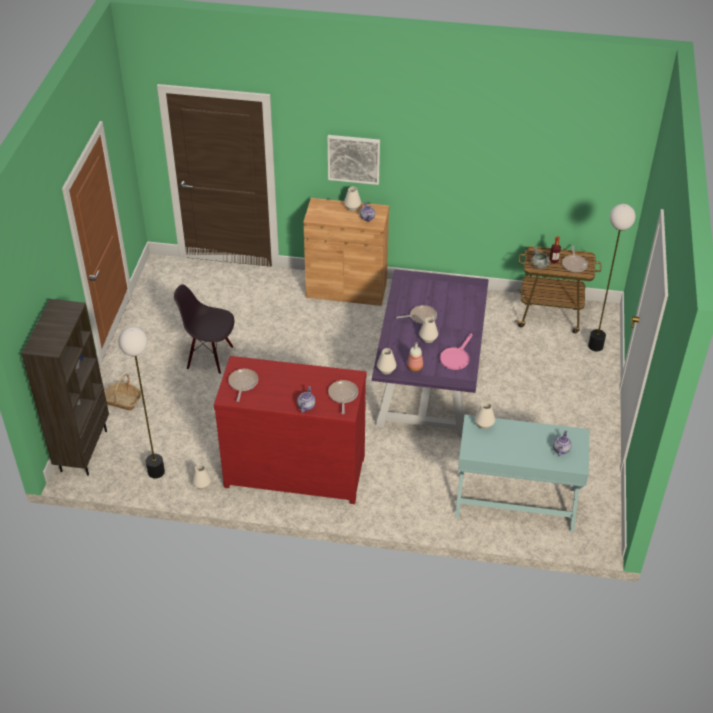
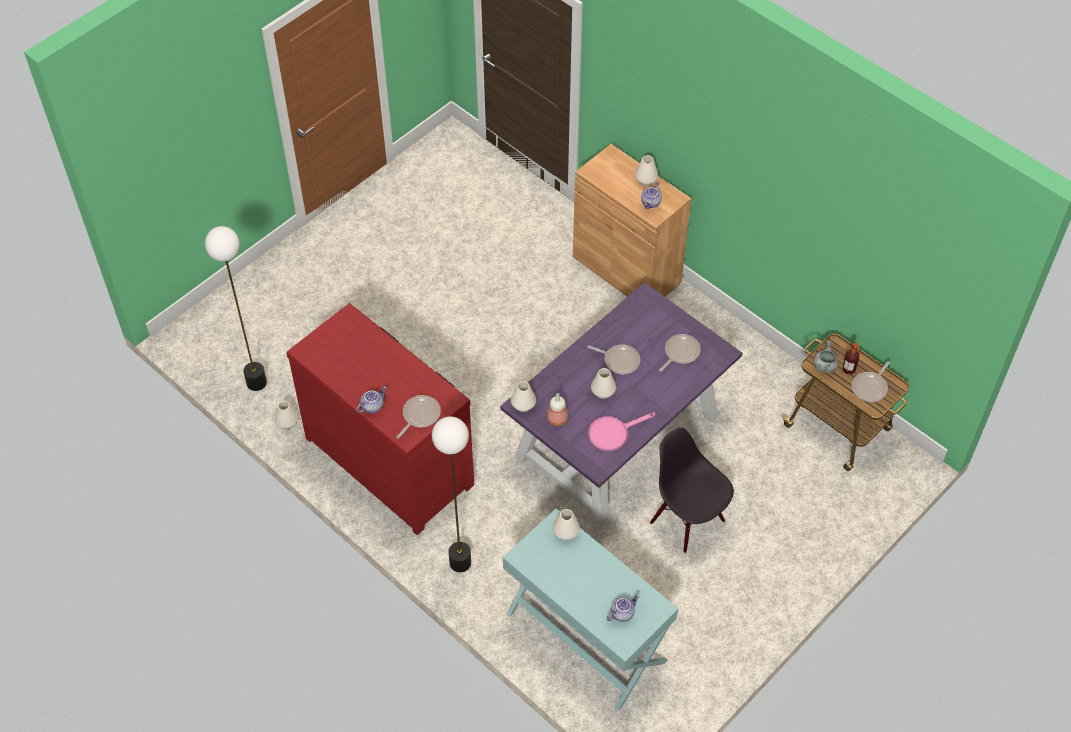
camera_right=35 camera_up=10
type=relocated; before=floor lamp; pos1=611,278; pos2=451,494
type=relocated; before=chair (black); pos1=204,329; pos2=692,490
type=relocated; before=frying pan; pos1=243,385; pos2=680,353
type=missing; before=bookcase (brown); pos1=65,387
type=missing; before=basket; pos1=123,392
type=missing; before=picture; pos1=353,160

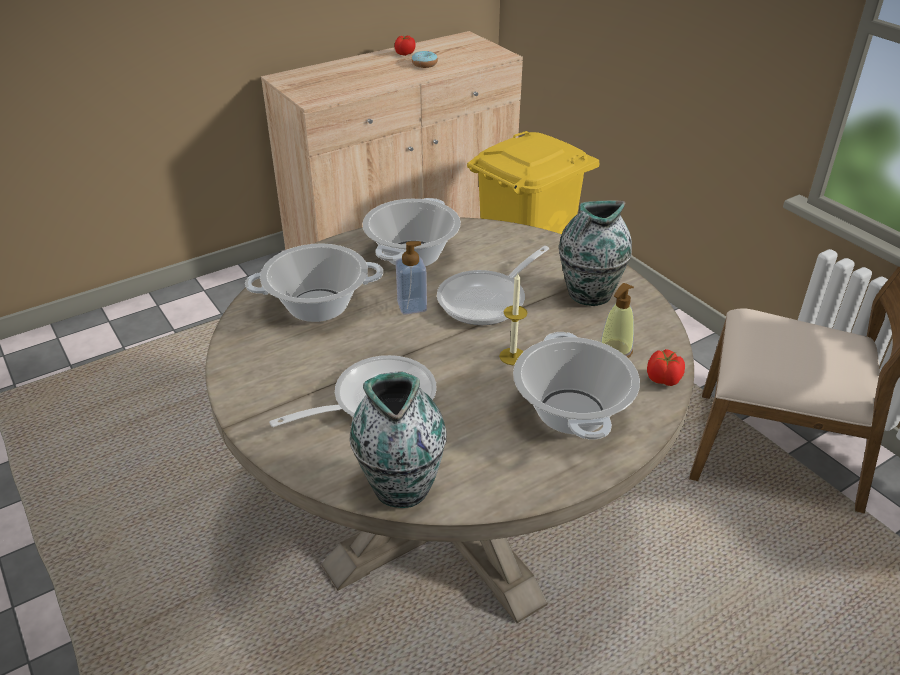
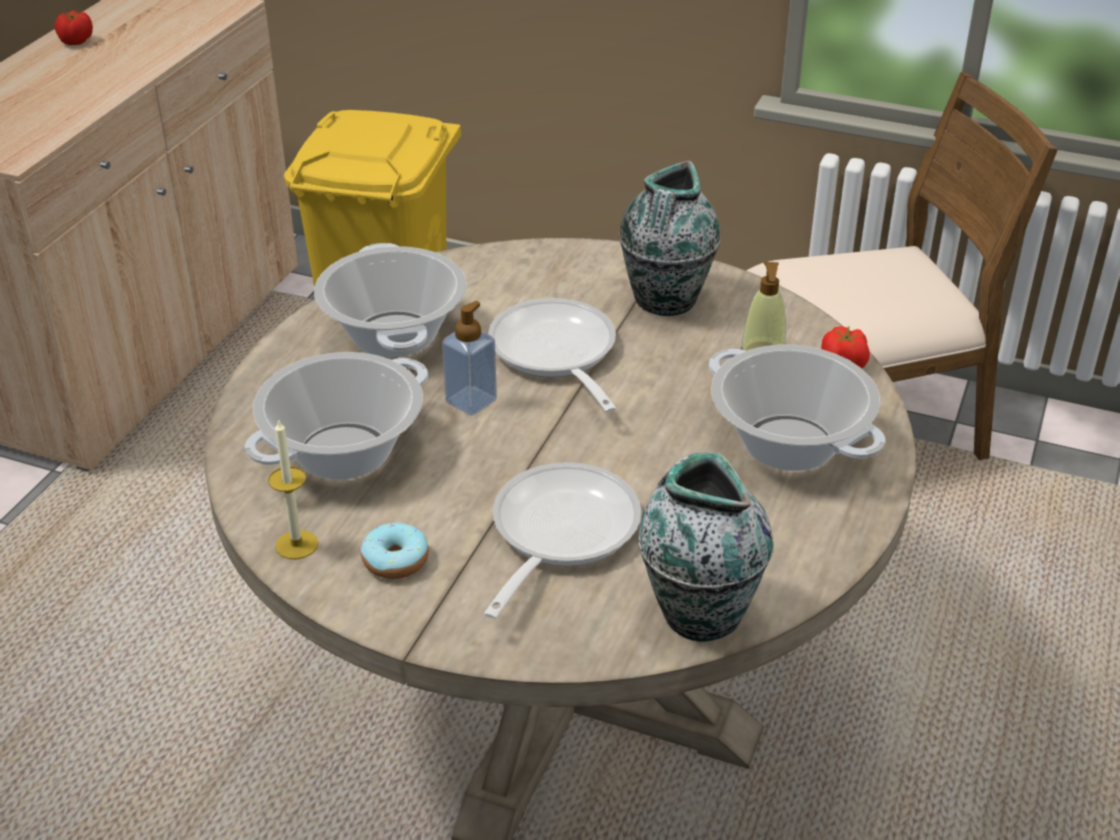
camera_right=-35 camera_up=0
type=relocated; before=candle; pos1=513,319; pos2=293,489
type=relocated; before=donut; pos1=425,59; pos2=395,551
type=spun; before=frying pan; pos1=493,285; pos2=552,355; turn=150

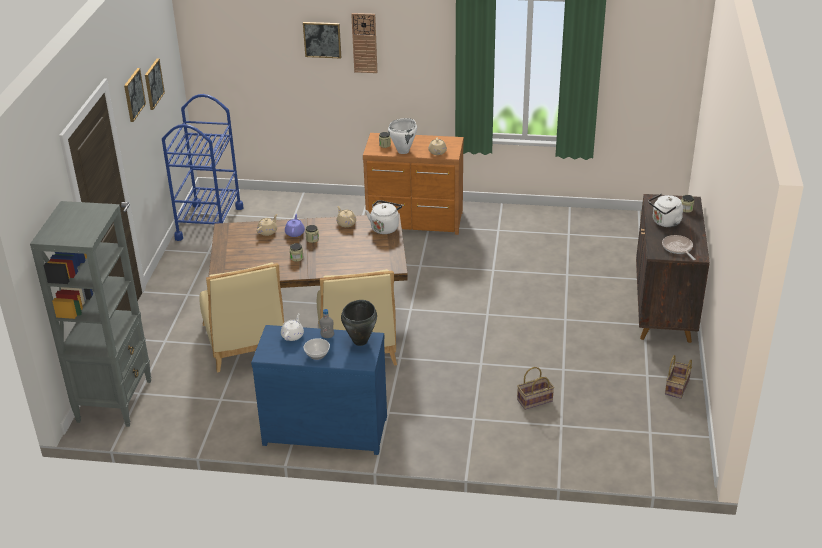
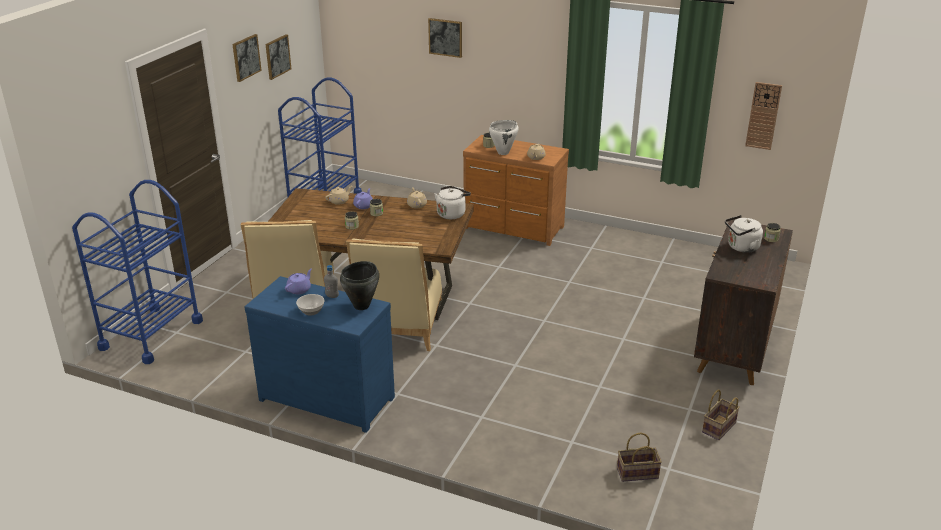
camera_right=15 camera_up=-5
type=exchanged; before=bookcase (grey); after=cart (blue); pos1=91,314; pos2=137,272
type=colour; before=teapot (white); after=teapot (purple); pos1=292,327; pos2=298,281
type=relocated; before=basket; pos1=535,388; pos2=639,457
type=relocated; before=wall clock; pos1=364,43; pos2=763,116
type=missing; before=frying pan; pos1=679,247

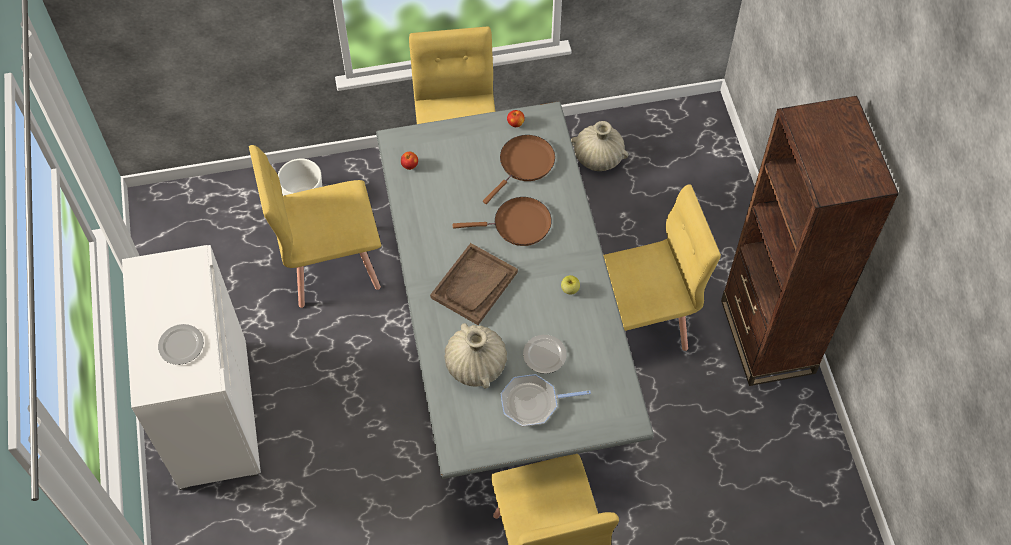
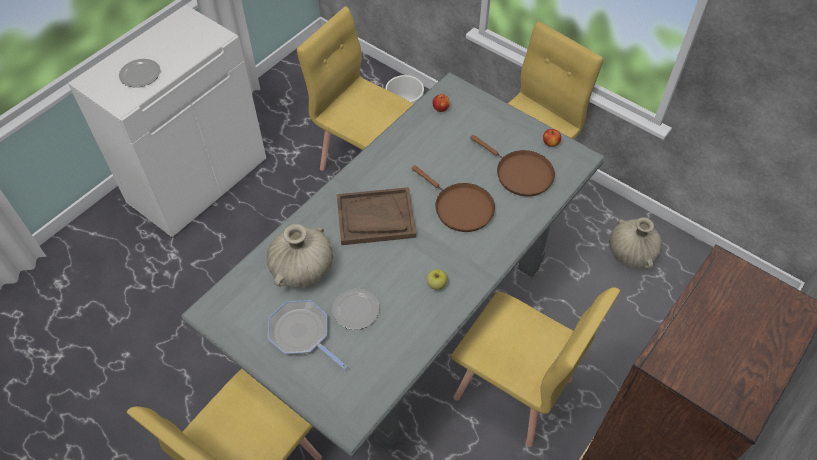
camera_right=50 camera_up=-5
type=spun; before=frying pan (brown); pos1=519,169; pos2=512,165; turn=45

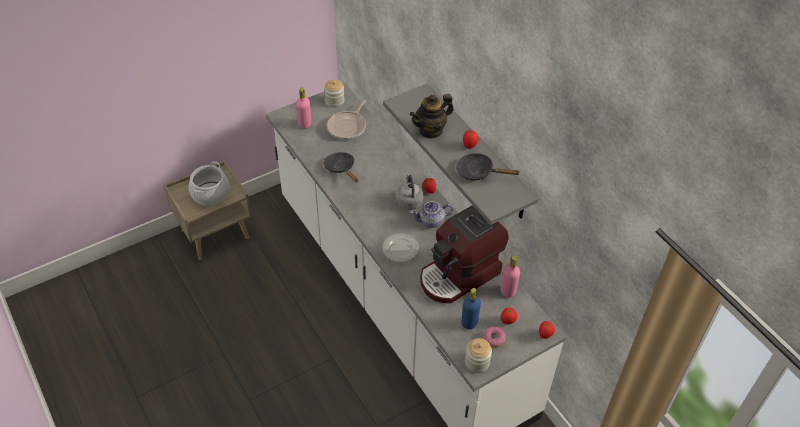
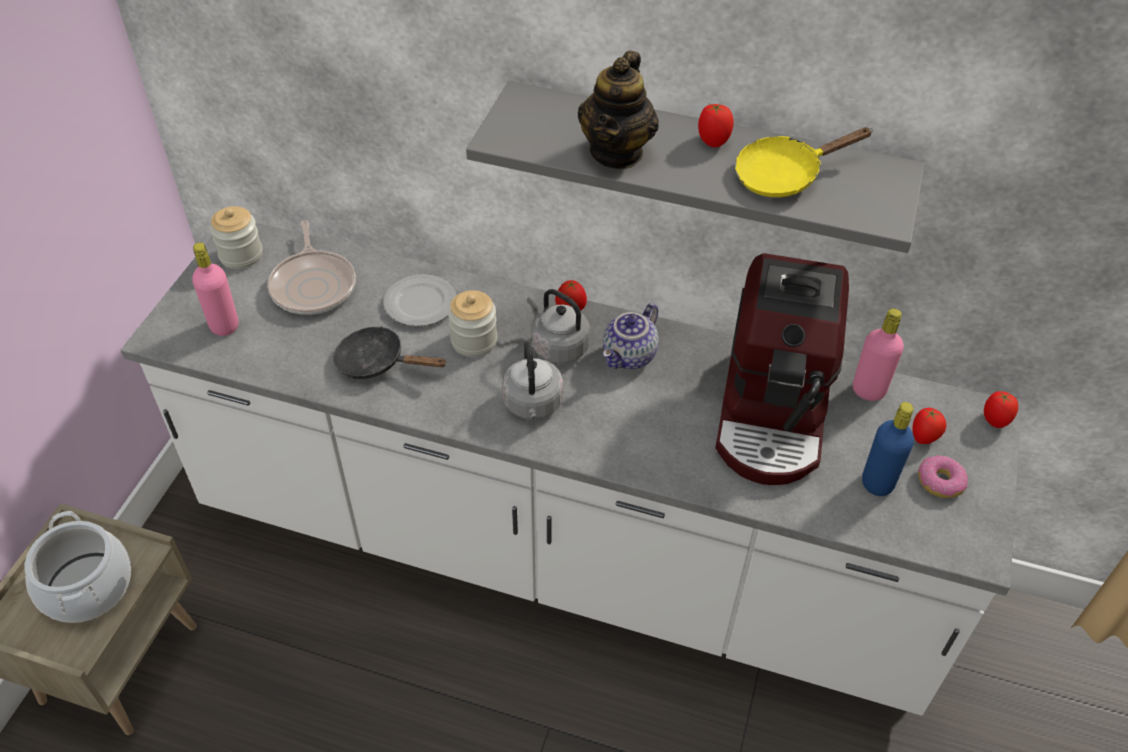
camera_right=-40 camera_up=0
type=relocated; before=plate; pos1=400,247; pos2=420,300
type=relocated; before=jar; pos1=478,355; pos2=472,323
type=appeared; after=kettle (grey); pos2=532,380
type=colour; before=frying pan (black); after=frying pan (yellow); pos1=487,166; pos2=804,162

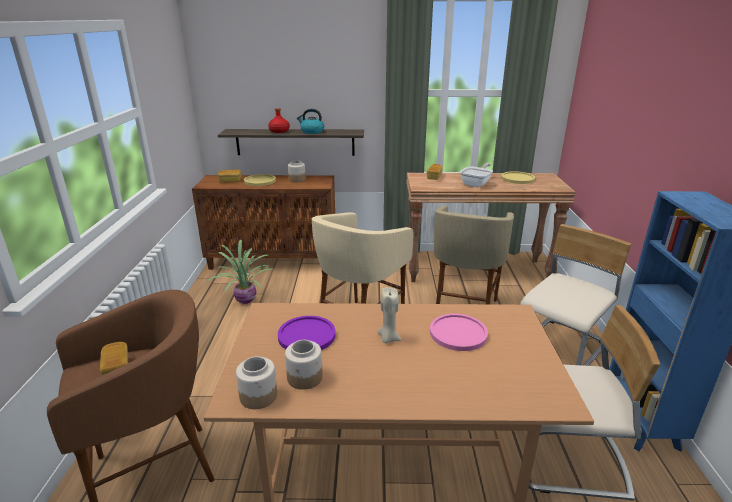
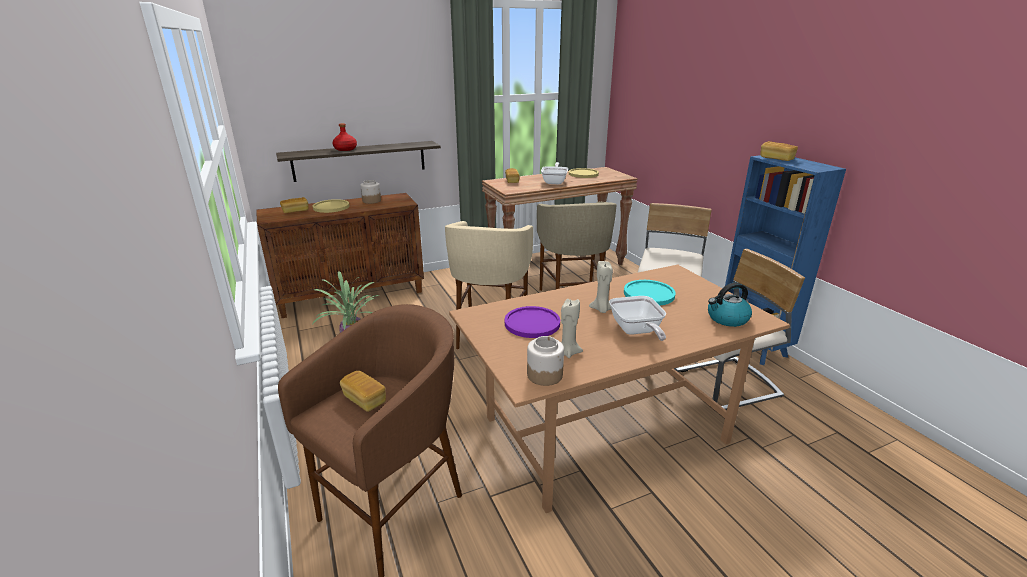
camera_right=-25 camera_up=0
type=exchanged; before=jar; after=candle (beige); pos1=304,365; pos2=572,328
type=appeared; after=frying pan; pos2=637,318
type=colour; before=plate (pink); after=plate (turquoise); pos1=459,332; pos2=650,293
type=relocated; before=kettle; pos1=310,121; pos2=730,305
type=appeared; after=bread; pos2=779,151

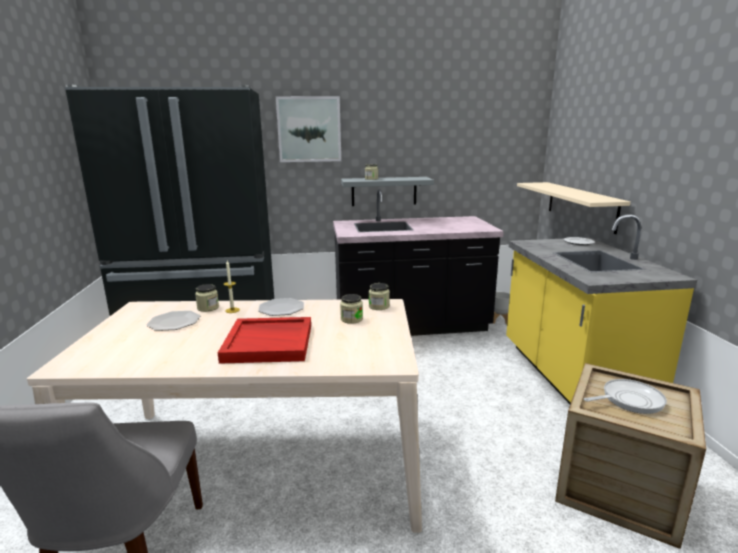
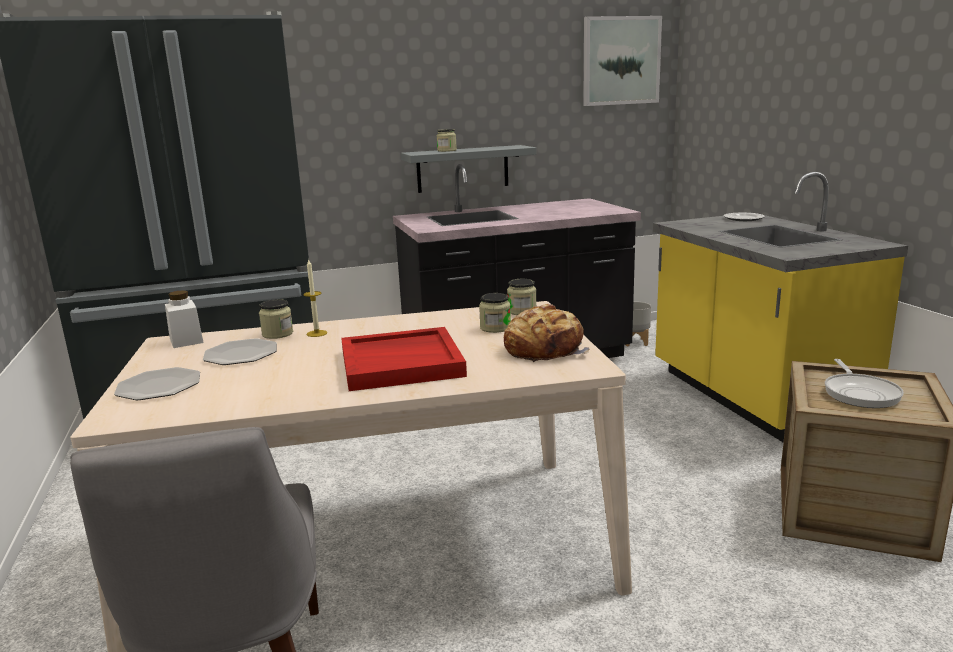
camera_right=-10 camera_up=0
type=relocated; before=plate; pos1=281,307; pos2=157,383
type=appeared; after=jar (white); pos2=184,319
type=appeared; after=bread; pos2=546,333
type=relocated; before=picture; pos1=308,129; pos2=622,61
type=spun; before=frying pan; pos1=625,396; pos2=864,383; turn=120
type=missing; before=shelf (beige); pos1=574,208

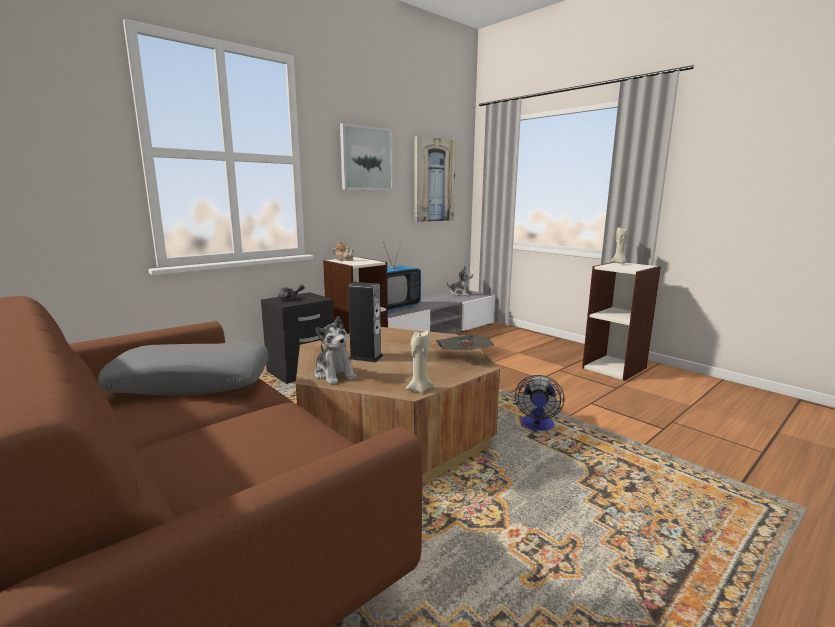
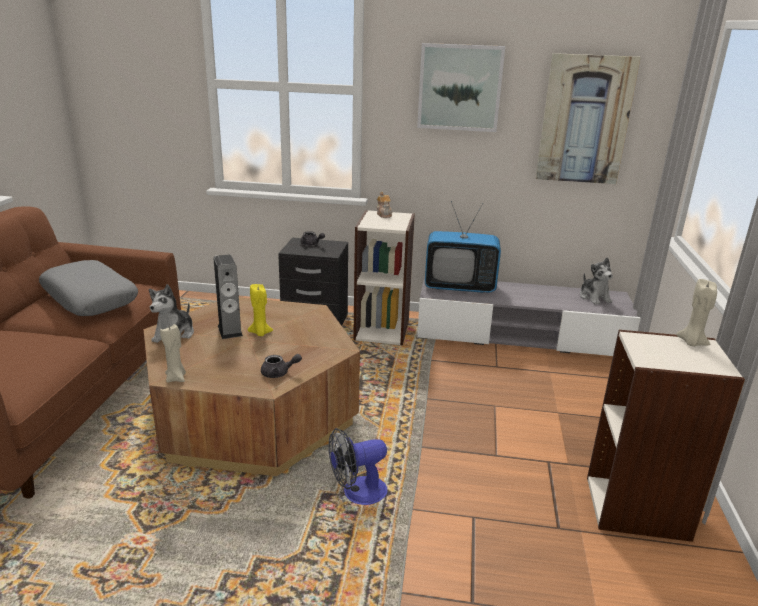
camera_right=50 camera_up=10
type=appeared; after=candle (yellow); pos2=260,310
type=exchanged; before=newspaper; after=teapot (grey); pos1=464,342; pos2=281,366

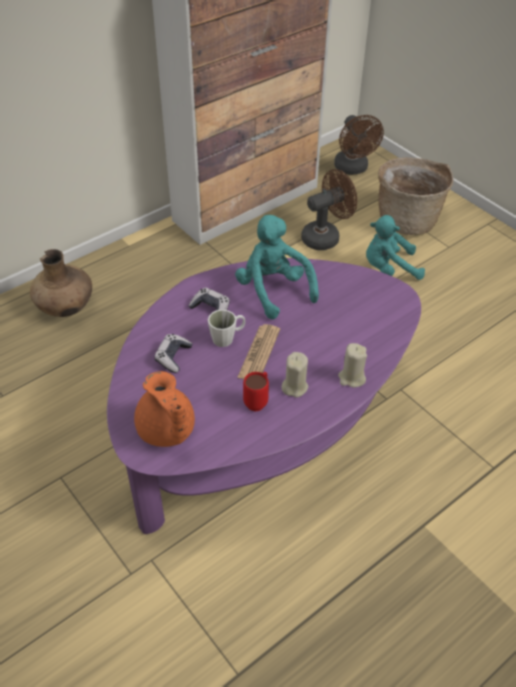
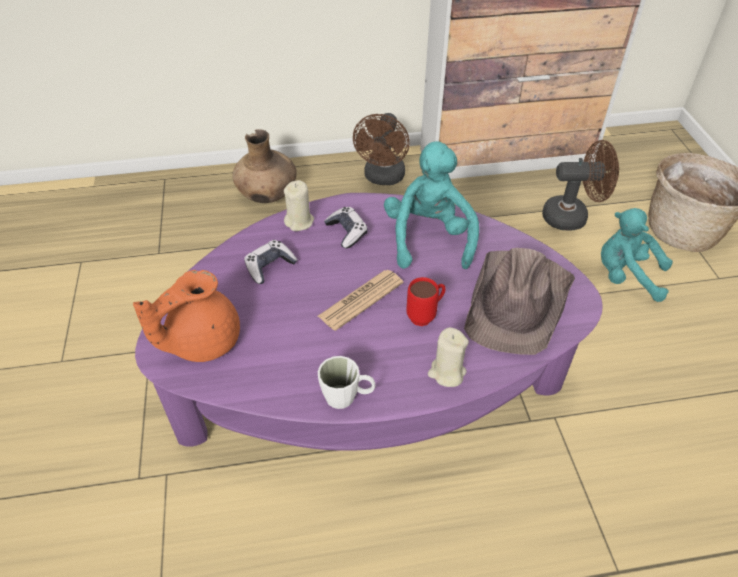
camera_right=30 camera_up=0
type=spun; before=teapot (orange); pos1=164,409; pos2=186,316; turn=45
type=relocated; before=candle (beige); pos1=295,374; pos2=299,205
type=relocated; before=mug (white); pos1=227,328; pos2=346,382
type=relocated; before=fan (brown); pos1=359,145; pos2=381,149
type=relocated; before=mug (red); pos1=256,391; pos2=426,301
type=appeared; after=hat (brown); pos2=519,301

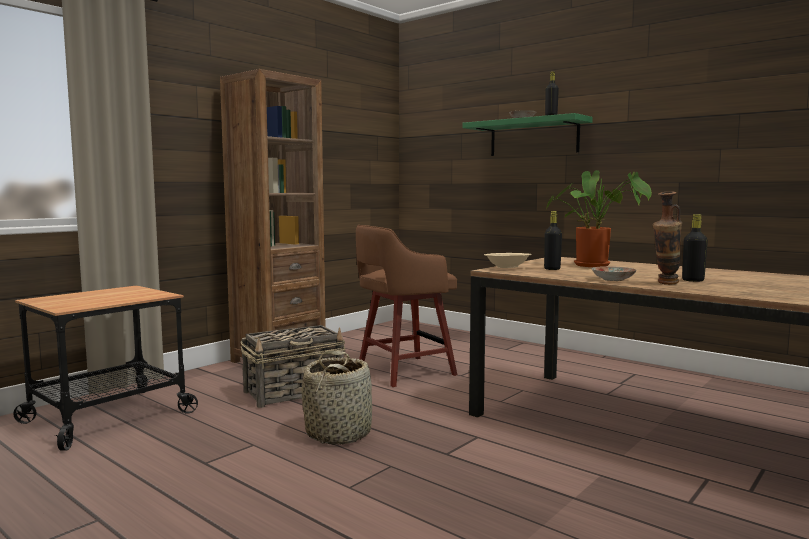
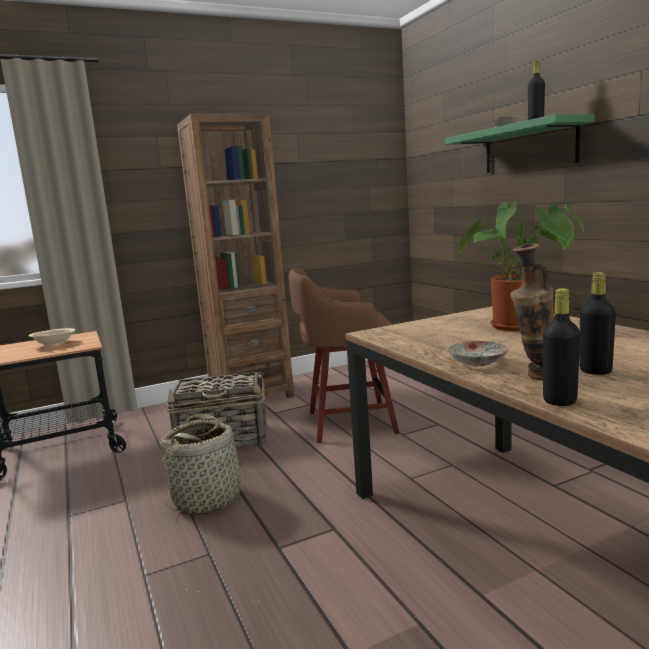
camera_right=25 camera_up=5
type=relocated; before=bowl (beige); pos1=508,260; pos2=52,337
type=relocated; before=bottle (black); pos1=553,240; pos2=561,347

